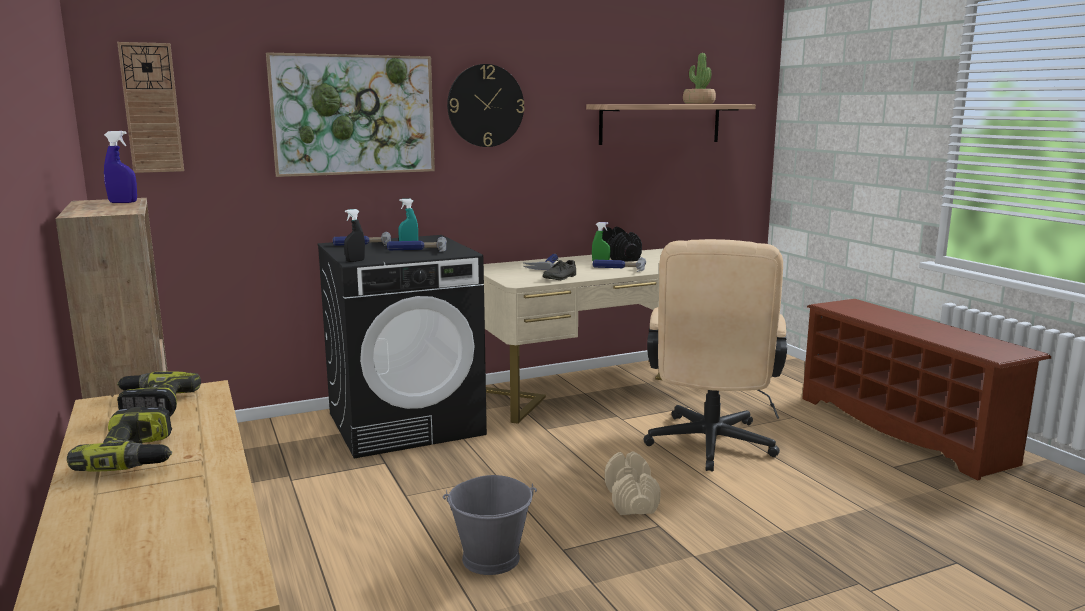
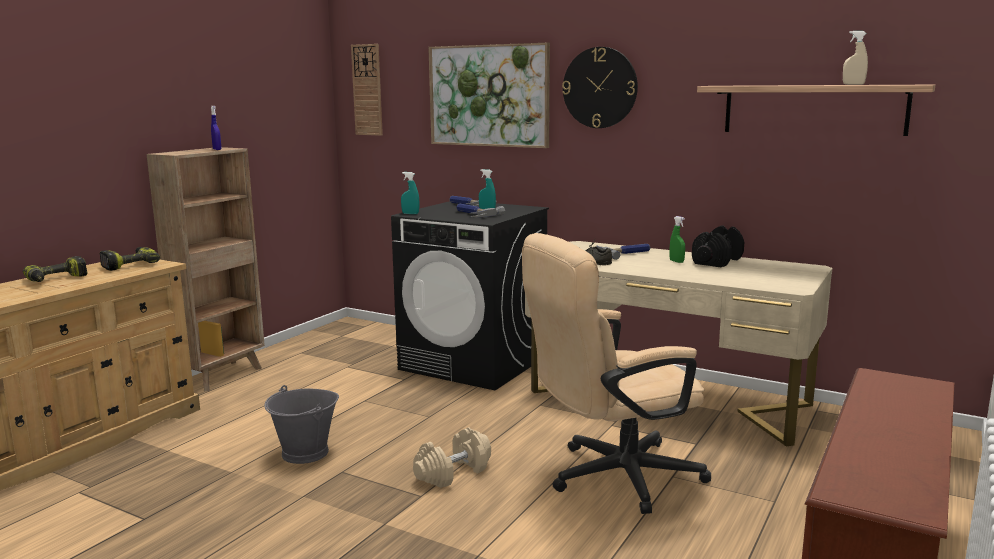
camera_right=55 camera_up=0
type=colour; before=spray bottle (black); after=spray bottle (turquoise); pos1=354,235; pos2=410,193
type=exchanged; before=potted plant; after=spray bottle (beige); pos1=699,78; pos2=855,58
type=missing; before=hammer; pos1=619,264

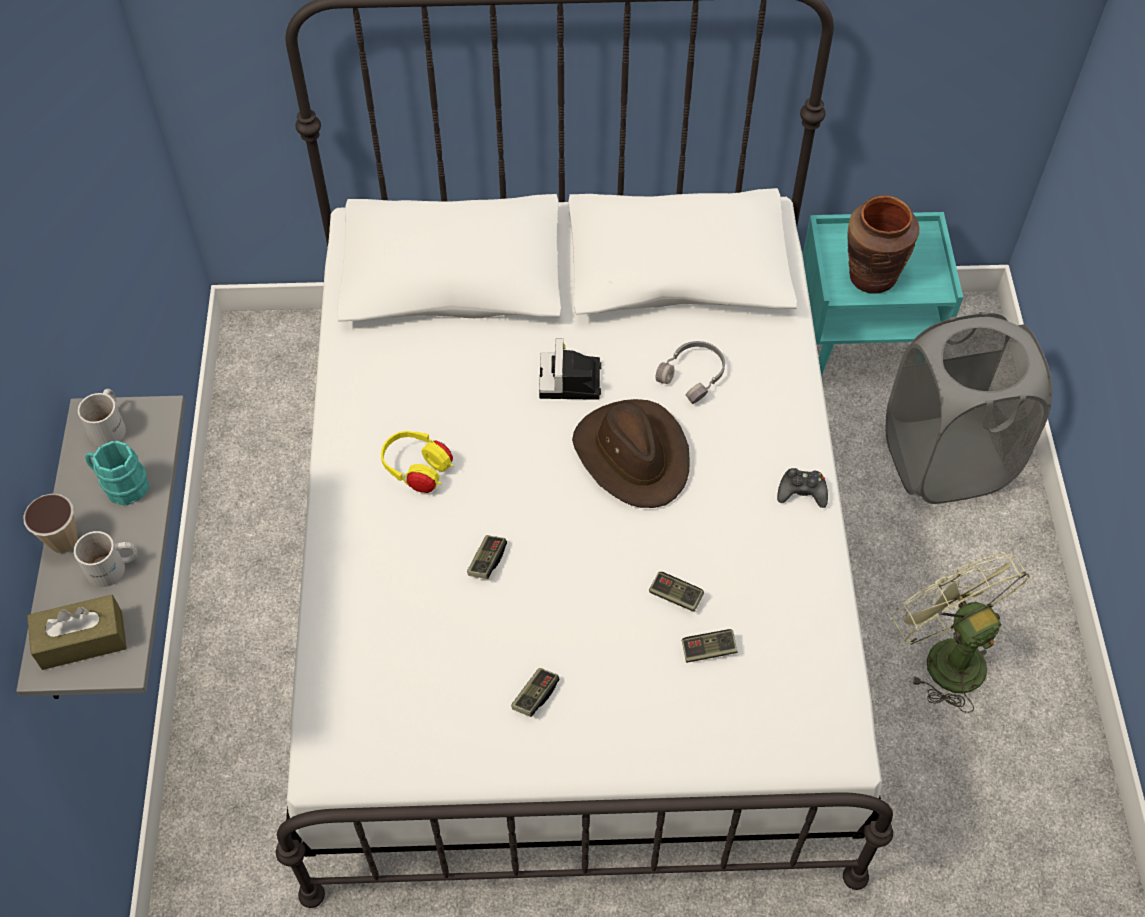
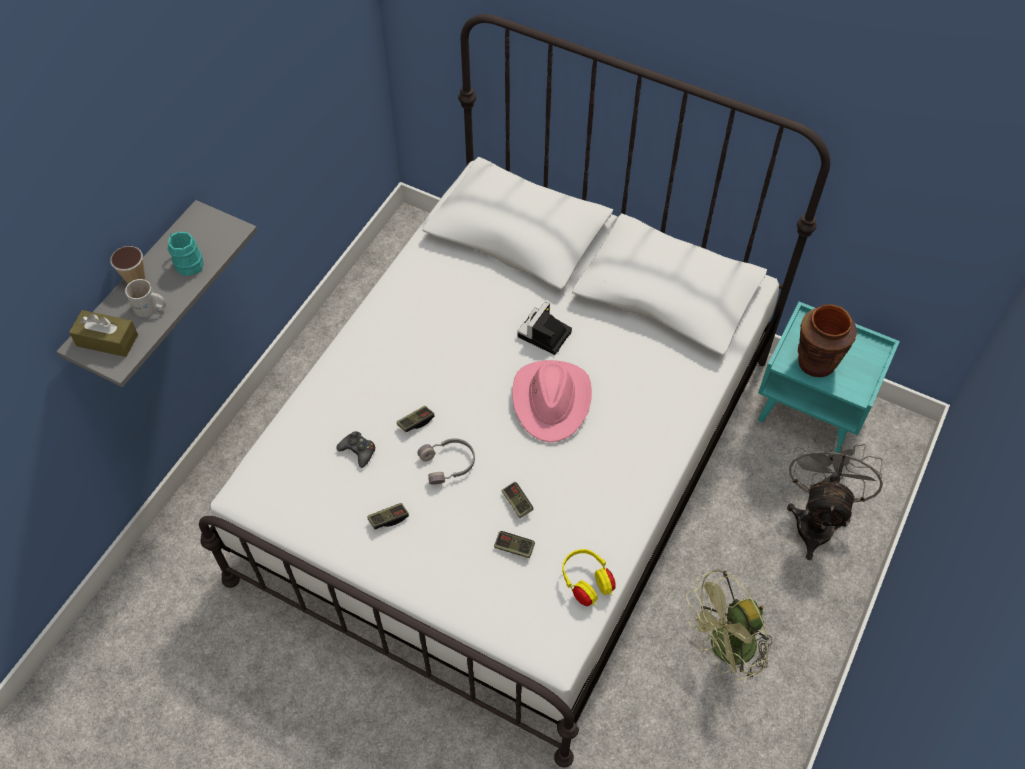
camera_right=30 camera_up=0
type=relocated; before=game controller (black); pos1=802,488; pos2=356,449
type=relocated; before=headphones (grey); pos1=690,372; pos2=446,461
type=colour; before=hat (brown); after=hat (pink); pos1=631,453; pos2=552,401
type=relocated; before=headphones (yellow); pos1=417,462; pos2=589,578
type=spun; before=fan (green); pos1=961,632; pos2=729,625; turn=-120
type=exchanged; before=laundry basket (grey); after=fan (grey); pos1=968,408; pos2=835,498
type=missing; before=mug (white); pos1=102,418

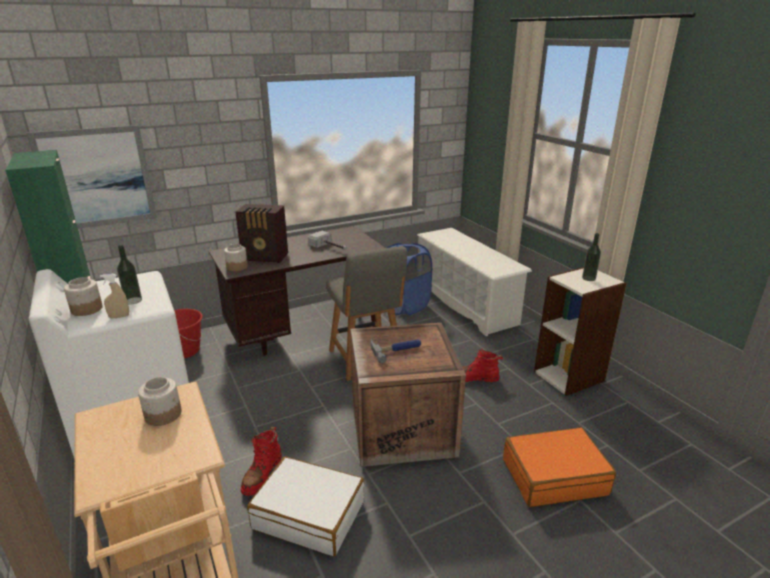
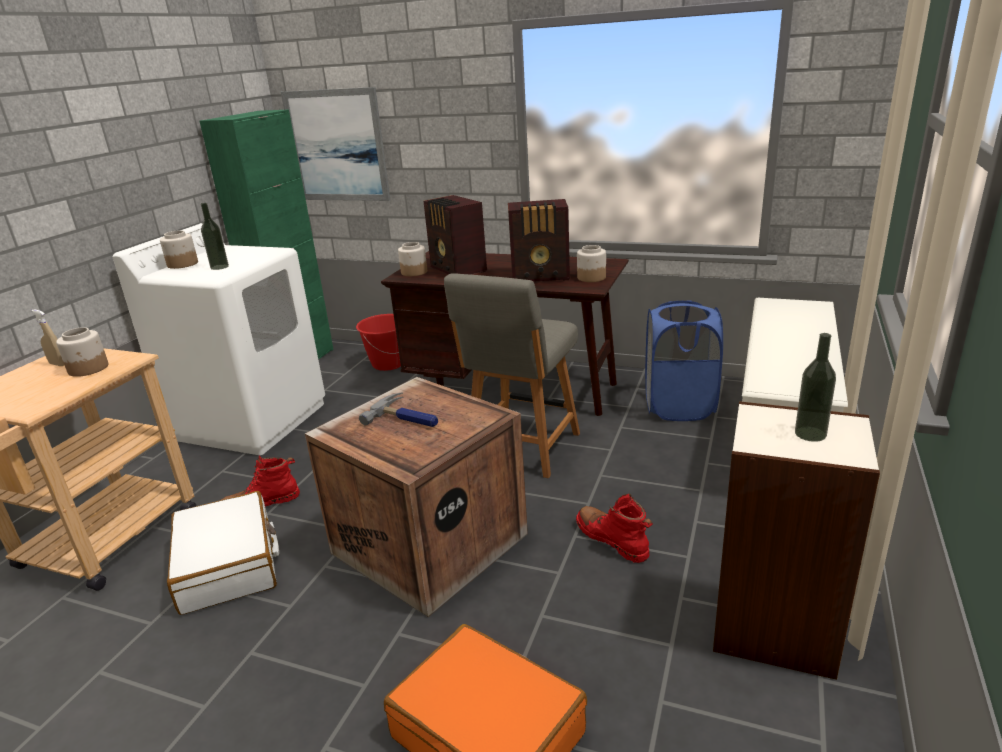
camera_right=50 camera_up=0
type=relocated; before=spray bottle (beige); pos1=114,296; pos2=47,337
type=exchanged; before=hammer; after=radio; pos1=327,240; pos2=539,240
type=appeared; after=jar; pos2=591,263

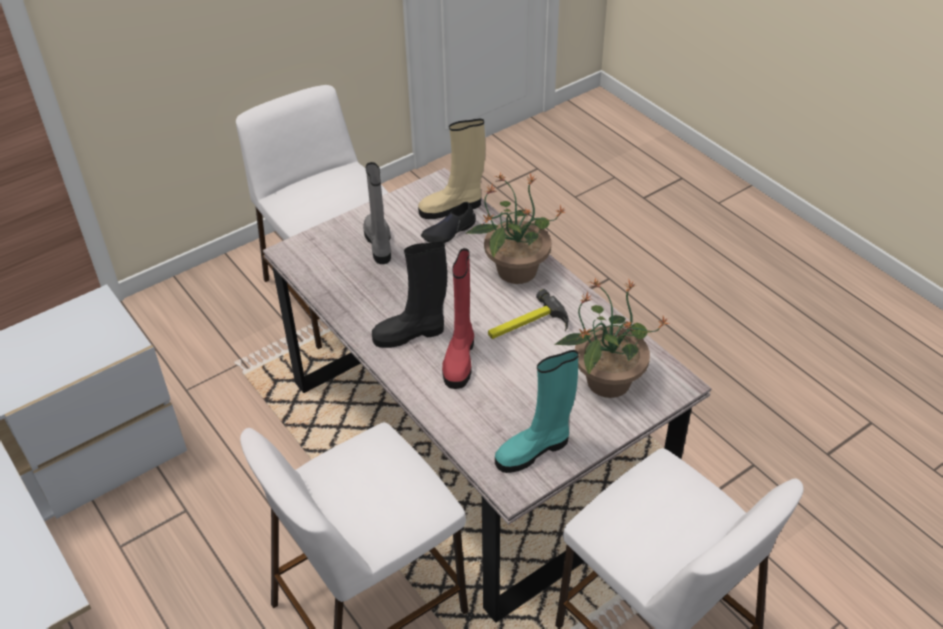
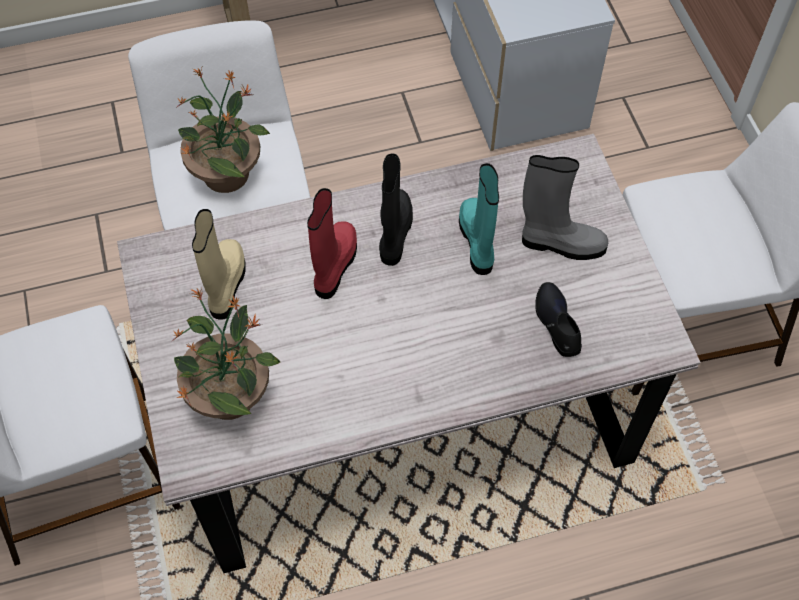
camera_right=110 camera_up=15
type=relocated; before=potted plant; pos1=515,228; pos2=223,130
type=relocated; before=boot (beige); pos1=451,169; pos2=219,264
type=spun; before=boot (red); pos1=458,318; pos2=332,243; turn=75
type=relocated; before=boot (turquoise); pos1=537,411; pos2=479,219
type=missing; before=hammer; pos1=528,314

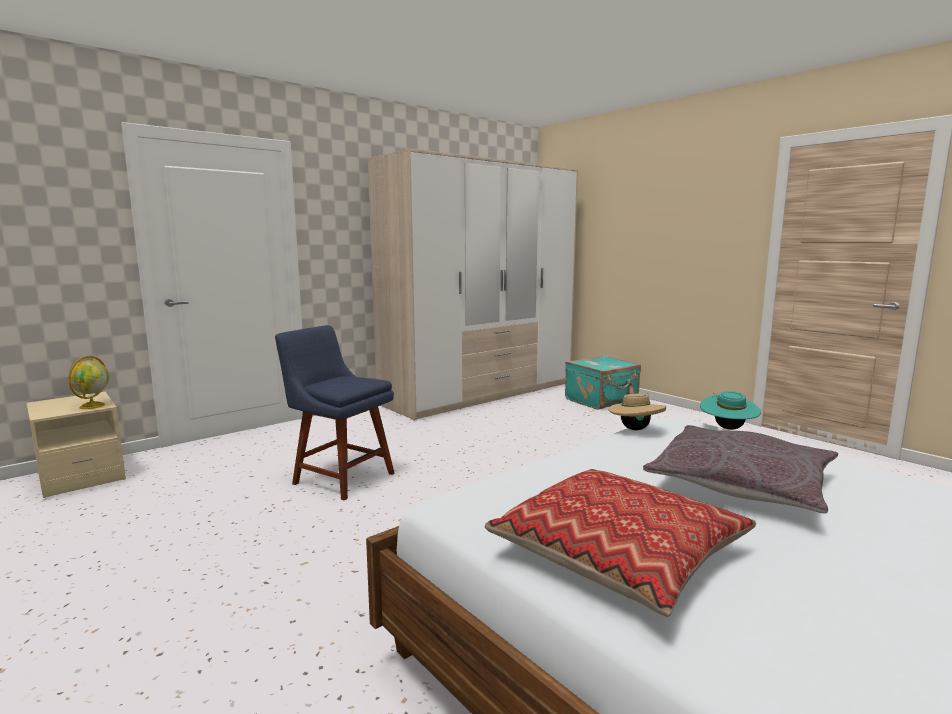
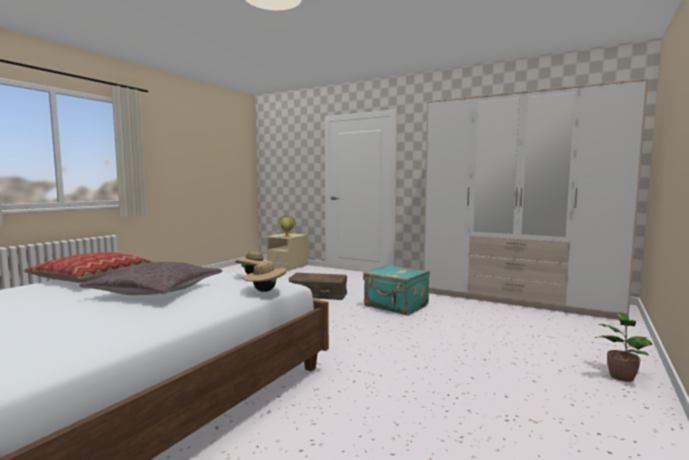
camera_right=70 camera_up=-5
type=colour; before=hat (turquoise); after=hat (beige); pos1=730,410; pos2=264,276
type=exchanged; before=chair (blue); after=storage box (brown); pos1=335,413; pos2=317,286
type=relocated; before=suitcase (turquoise); pos1=603,382; pos2=396,290
type=appeared; after=potted plant; pos2=623,347

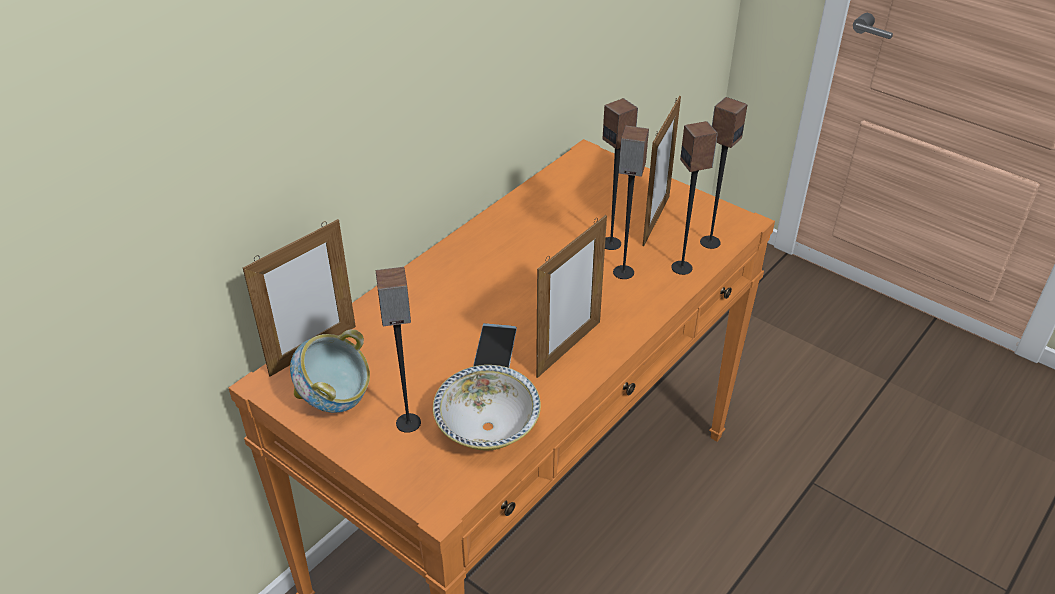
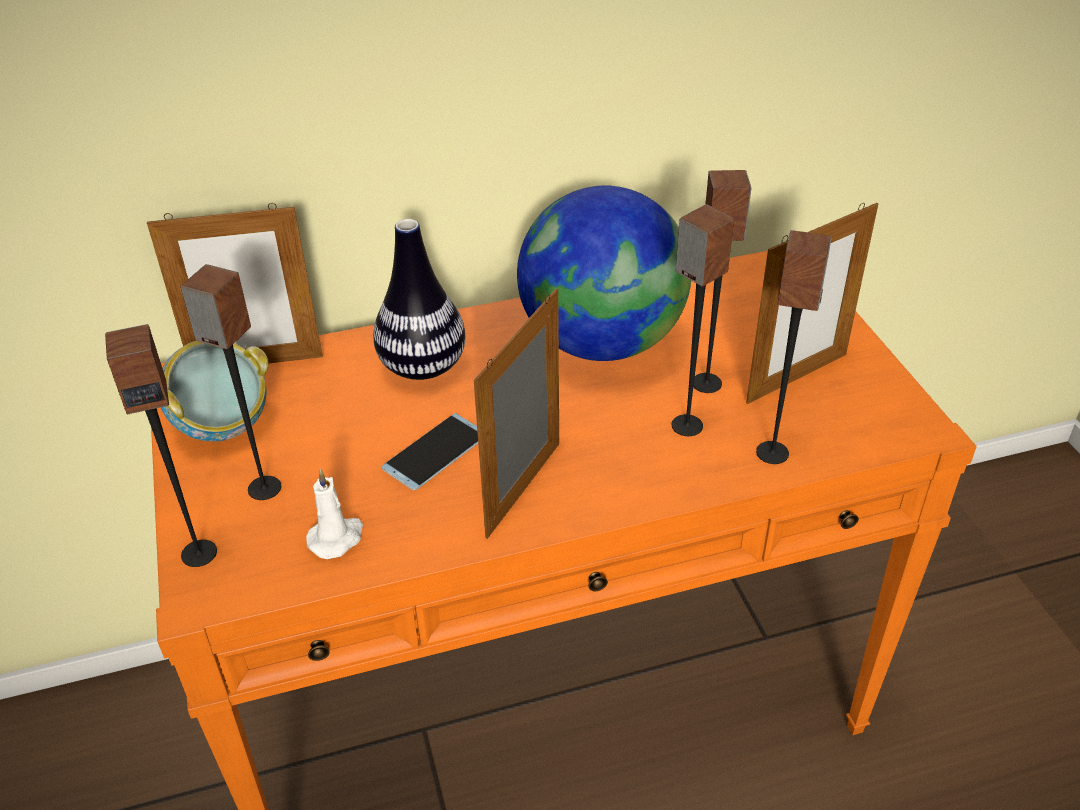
camera_right=35 camera_up=0
type=relocated; before=speaker; pos1=723,173; pos2=161,445
type=exchanged; before=bowl; after=candle (white); pos1=487,407; pos2=334,514
type=appeared; after=vase; pos2=419,299
type=spun; before=picture frame; pos1=571,296; pos2=516,413; turn=135
type=appeared; after=globe; pos2=604,273

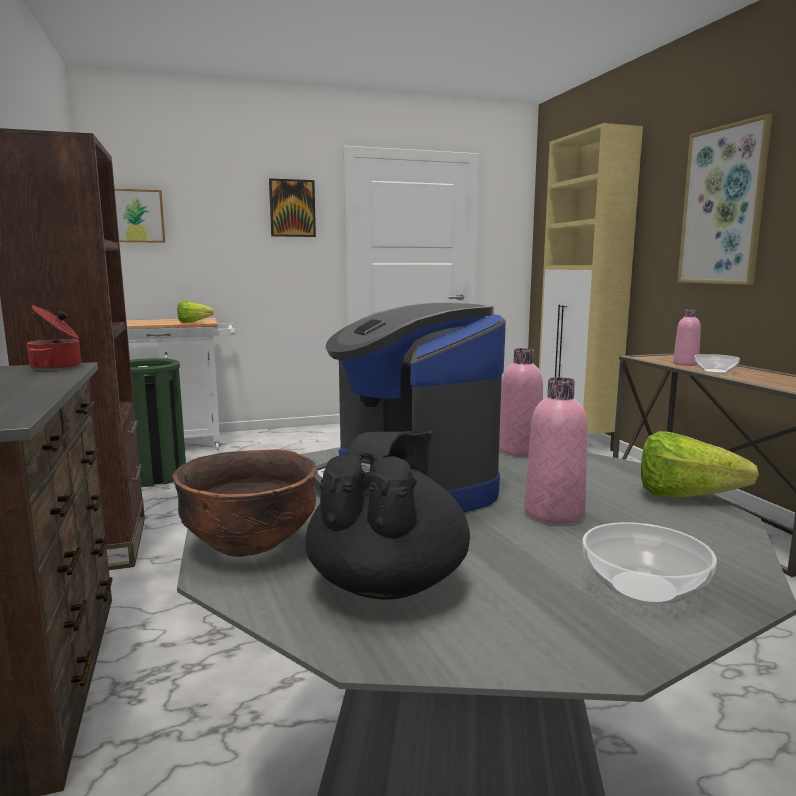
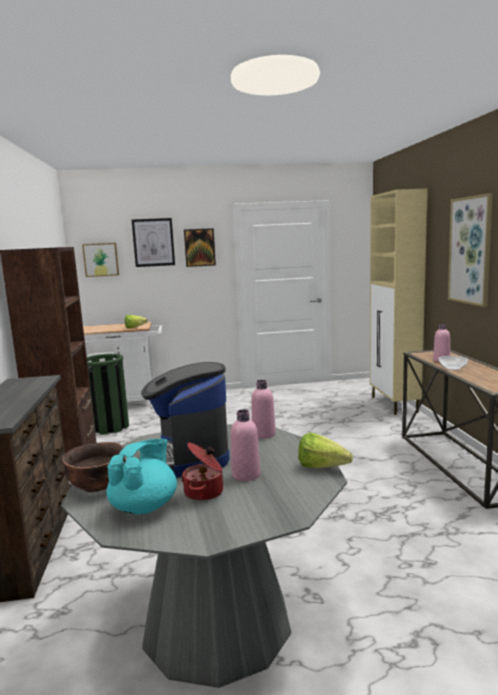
camera_right=10 camera_up=0
type=colour; before=teapot (black); after=teapot (turquoise); pos1=387,515; pos2=141,476
type=appeared; after=picture; pos2=153,242
type=relocated; before=cooking pot; pos1=53,337; pos2=202,472
type=missing; before=bowl; pos1=649,564

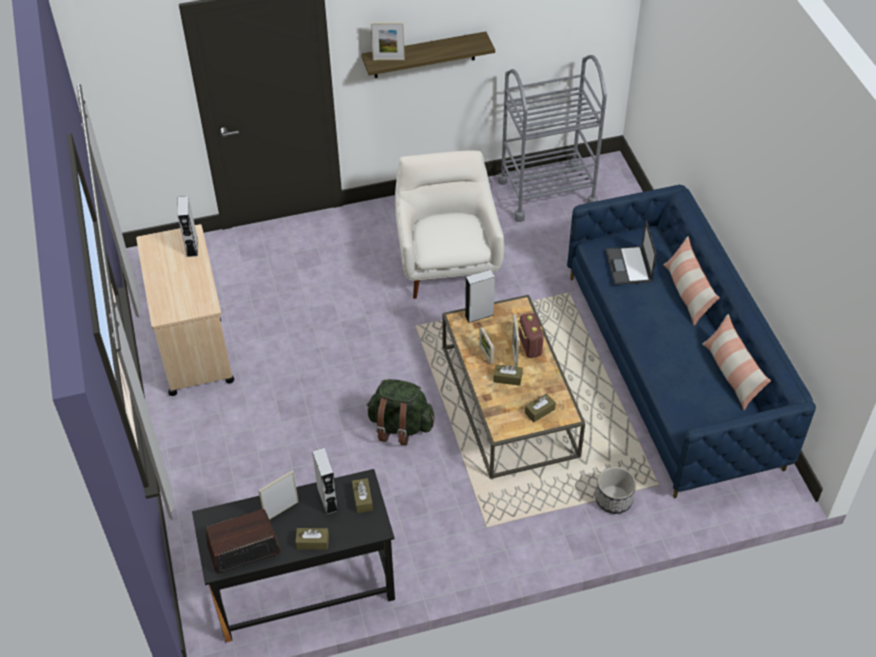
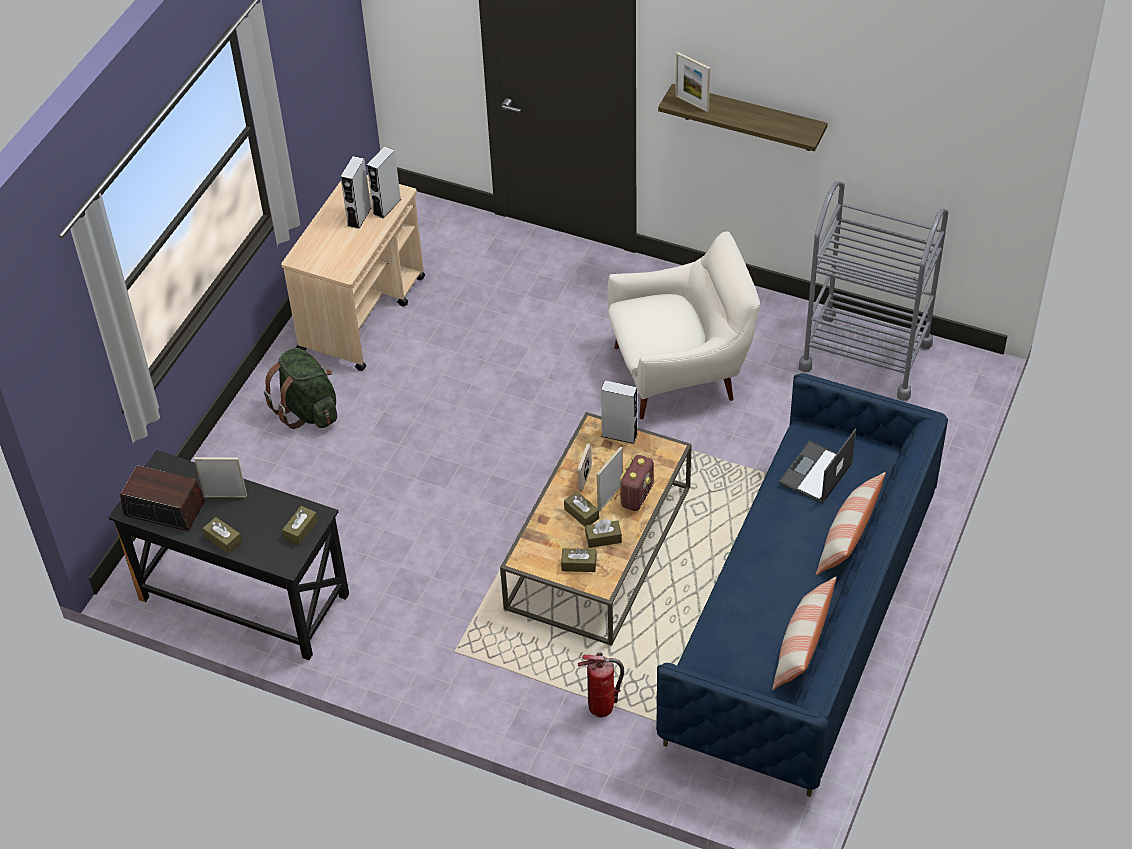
camera_right=40 camera_up=0
type=relocated; before=backpack (green); pos1=400,412; pos2=300,388
type=relocated; before=speaker (grey); pos1=325,481; pos2=355,192
type=exchanged; before=planter; after=fire extinguisher; pos1=615,490; pos2=601,685
type=appeared; after=tissue box (brown); pos2=603,533
type=spun; before=armchair (white); pos1=449,225; pos2=683,325; turn=45

